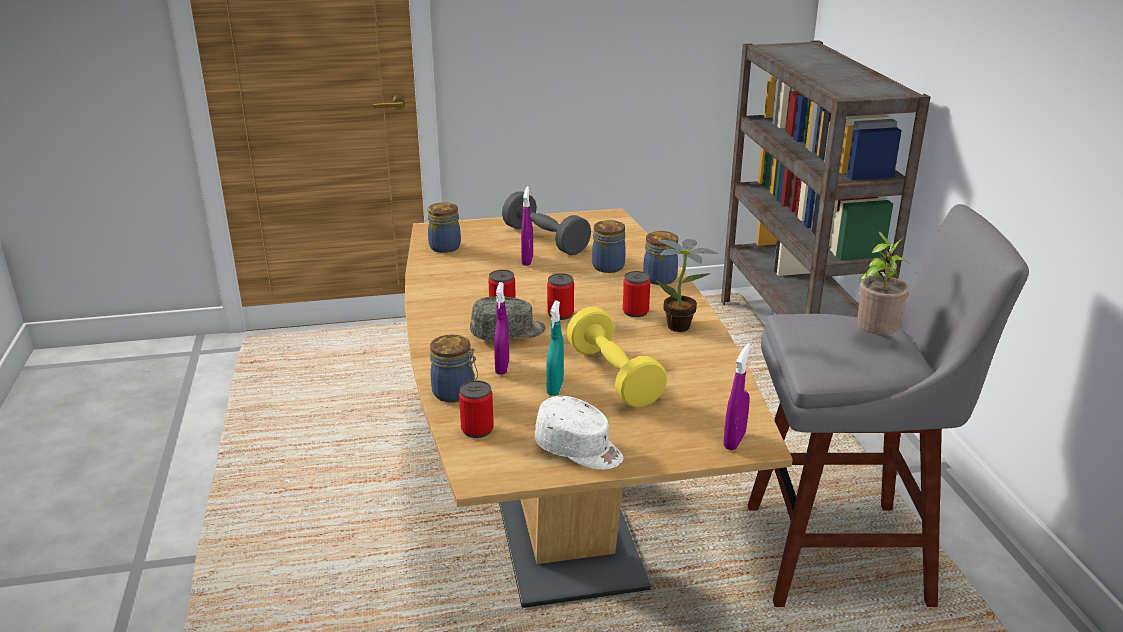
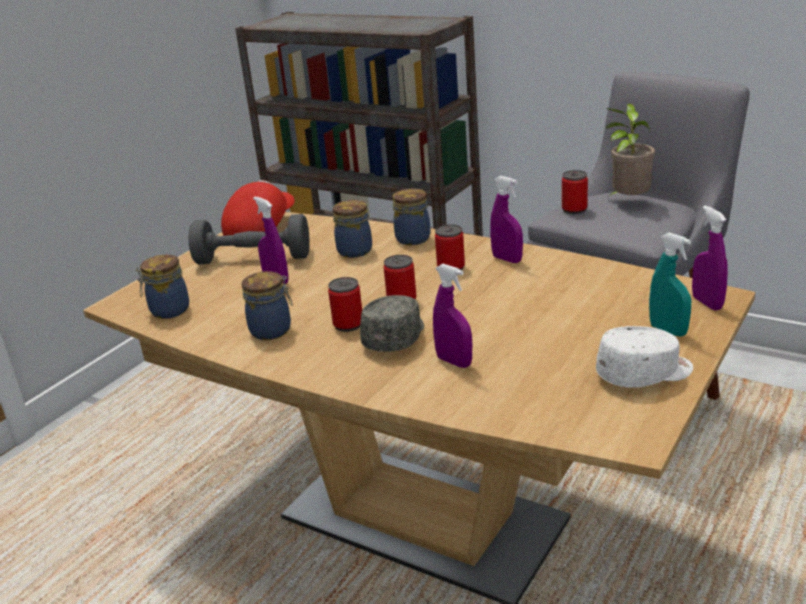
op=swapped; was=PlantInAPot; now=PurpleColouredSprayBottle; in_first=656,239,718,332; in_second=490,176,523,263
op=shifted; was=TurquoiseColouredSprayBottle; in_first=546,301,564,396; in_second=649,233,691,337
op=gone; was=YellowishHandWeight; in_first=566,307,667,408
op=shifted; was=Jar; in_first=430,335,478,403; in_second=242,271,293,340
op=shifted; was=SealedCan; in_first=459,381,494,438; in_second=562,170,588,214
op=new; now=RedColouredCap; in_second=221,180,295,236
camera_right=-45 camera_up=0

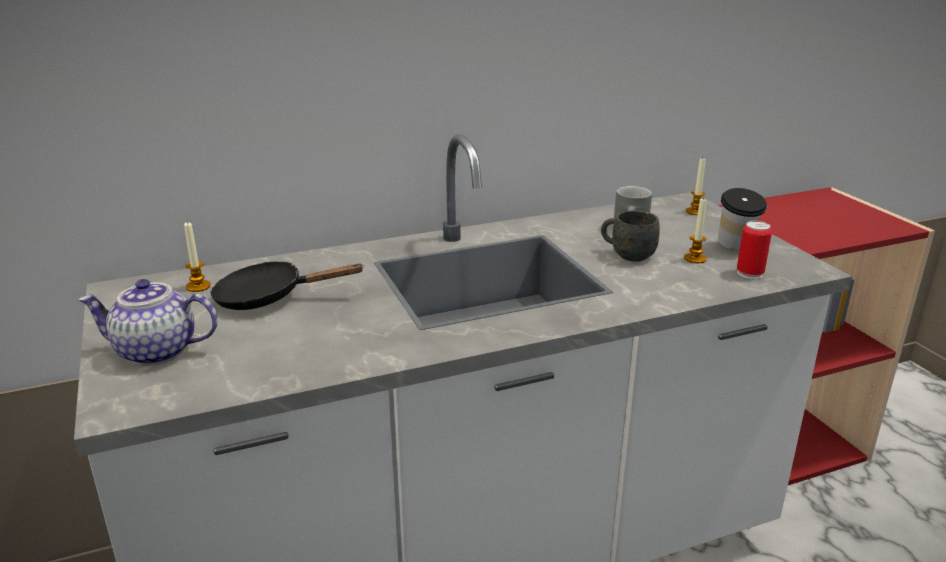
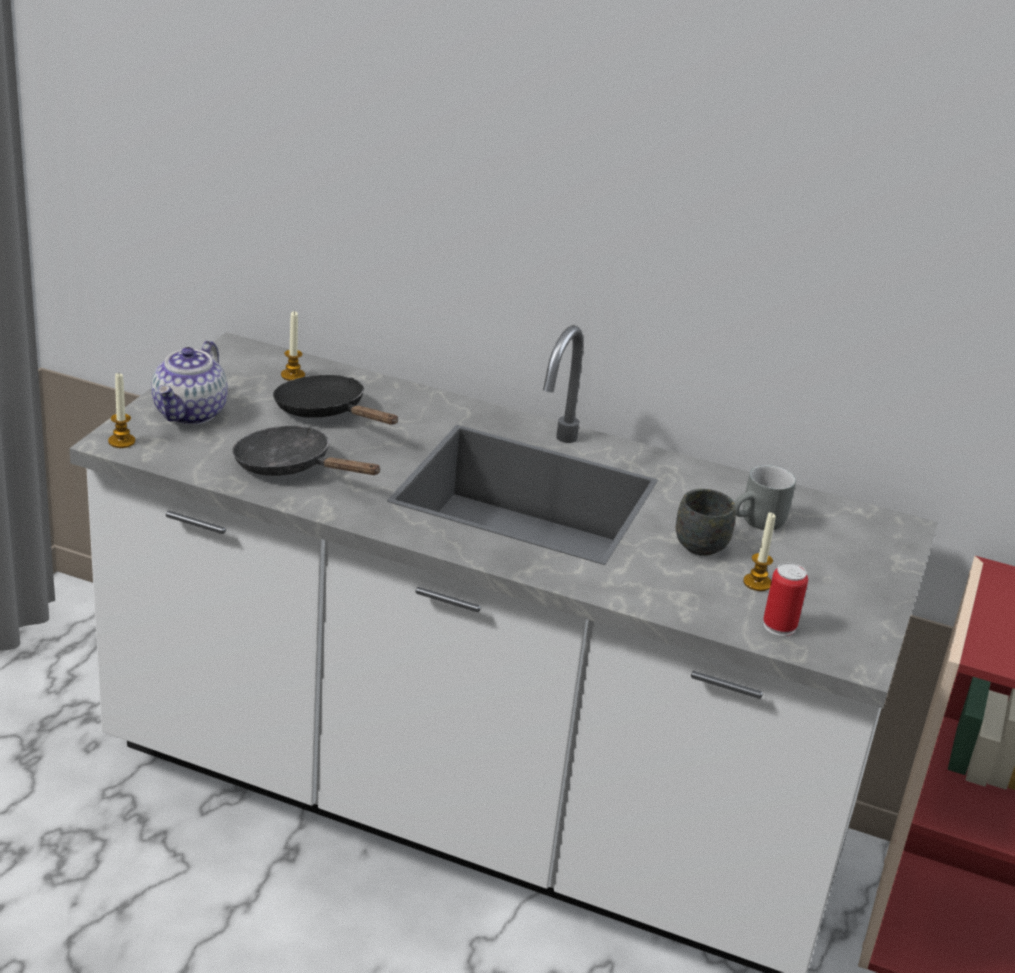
op=shifted; was=WaxLight; in_first=686,158,706,215; in_second=108,373,135,448
op=gone; was=SmallCup; in_first=718,188,767,249
op=rotated; was=TeaPot; in_first=78,279,218,366; in_second=151,340,228,425; clockwise=-120
op=new; now=BlackFryingPan; in_second=232,426,381,476
camera_right=40 camera_up=5

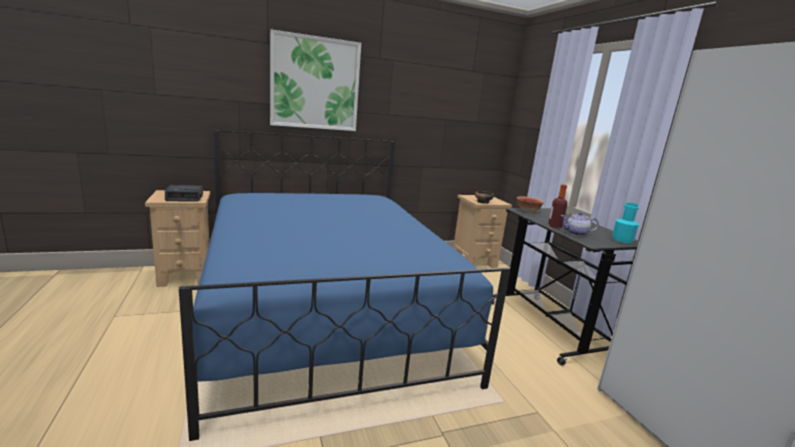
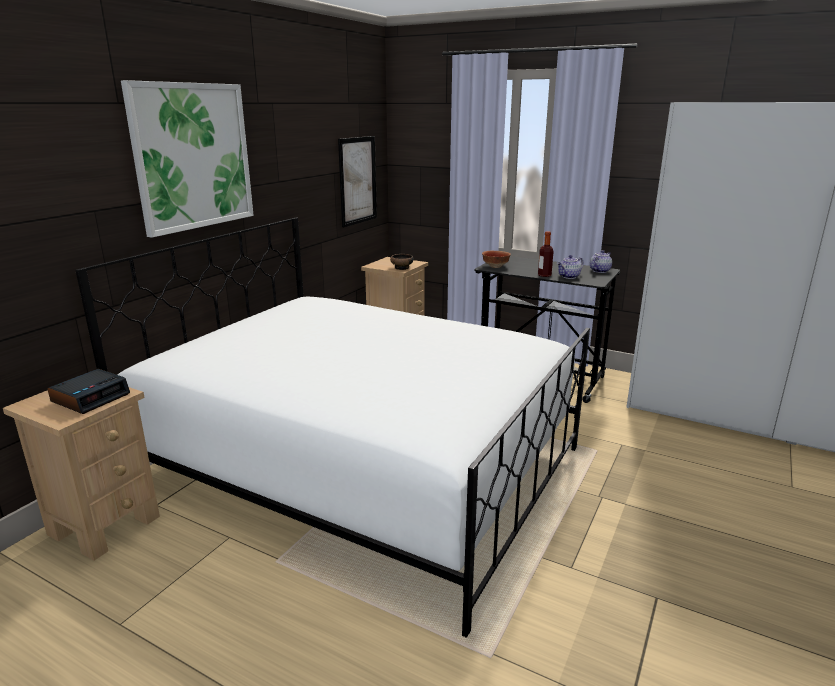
op=repainted; was=BluishSleepingBed; now=WhiteSleepingBed; in_first=179,130,510,441; in_second=75,218,590,638
op=swapped; was=TurquoiseColouredBeverageBottle; now=TeaPot; in_first=612,202,639,243; in_second=590,250,612,273
op=new; now=Picture; in_second=338,136,377,227
camera_right=-40 camera_up=5

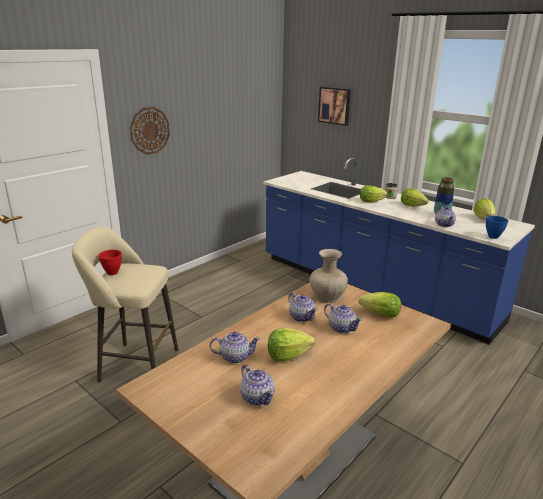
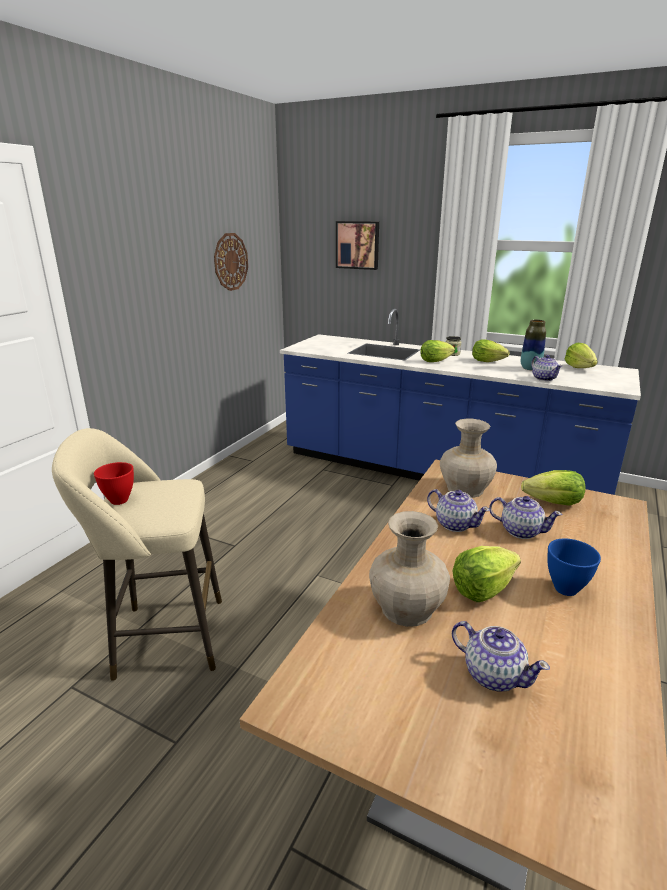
op=shifted; was=HangingClock; in_first=130,107,170,155; in_second=214,233,248,291
op=shifted; was=BluishBowl; in_first=486,216,508,239; in_second=547,538,601,596
op=swapped; was=TeaPot; now=BeigeVase; in_first=209,332,260,364; in_second=369,511,450,627
camera_right=-15 camera_up=0

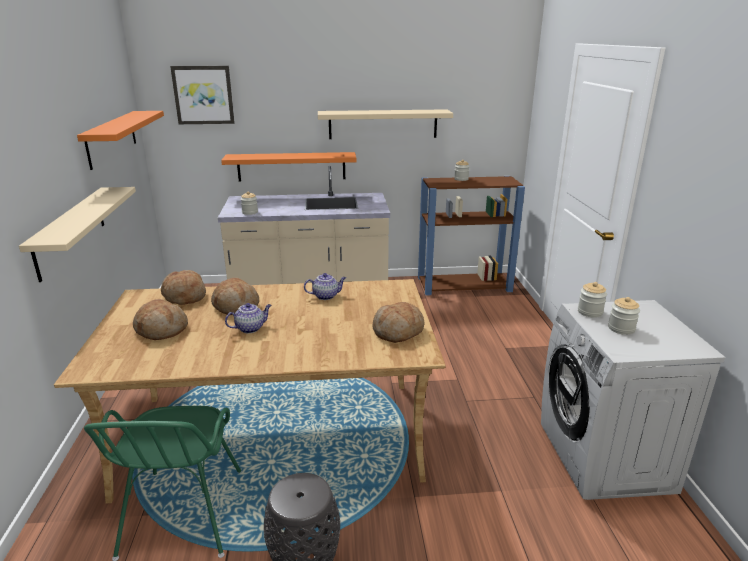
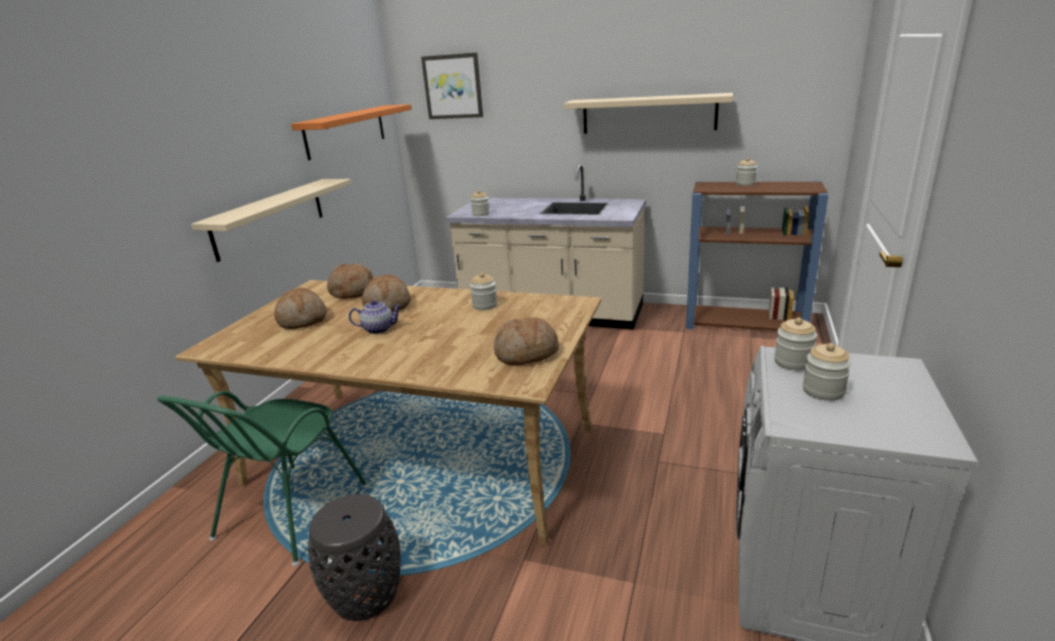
op=gone; was=OrangeShelf; in_first=221,152,357,181
op=swapped; was=TeaPot; now=Jar; in_first=304,273,346,300; in_second=470,273,498,310
camera_right=25 camera_up=0

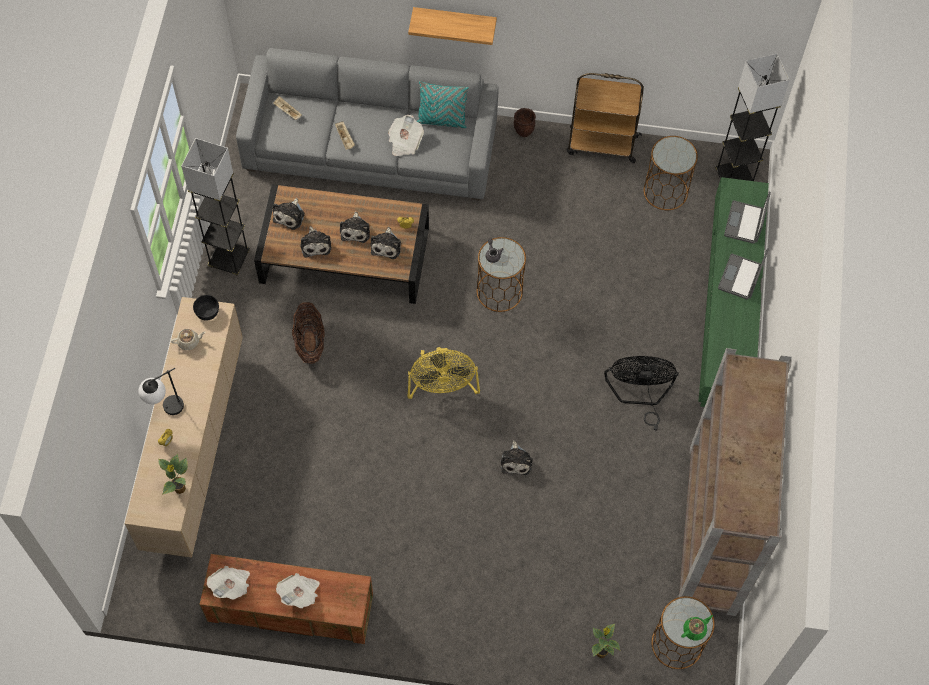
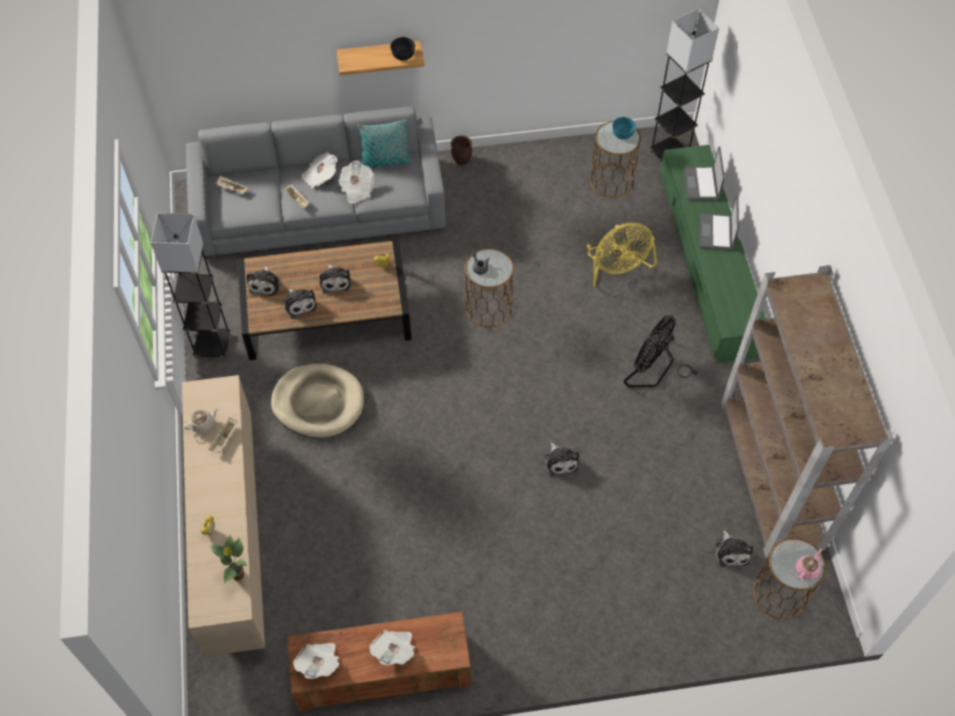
op=gone; was=BrownWheeledCart; in_first=567,73,644,163
op=shifted; was=CuddlyToy; in_first=370,227,401,259; in_second=716,530,753,567
op=shifted; was=BlackBowl; in_first=193,295,219,321; in_second=390,37,415,61
op=swapped; was=Basket; now=BeigePetBed; in_first=292,302,325,364; in_second=271,363,364,438
op=shifted; was=YellowishFan; in_first=407,347,480,399; in_second=587,223,657,287
op=rotated; was=BlackFan; in_first=604,356,679,431; in_second=624,316,698,388; clockwise=-45
op=gone; was=TableLamp; in_first=138,368,184,415
op=repainted; was=GreenColouredTeaPot; now=PinkTeaPot; in_first=681,615,713,640; in_second=796,549,822,580
op=gone; was=PlantInAPot; in_first=592,624,620,658
op=new; now=TurquoiseColouredBowl; in_second=612,117,636,139
op=new; now=DailyPaper; in_second=301,152,338,188
op=new; now=BeigeCarryingTray; in_second=209,418,238,453
camera_right=-15 camera_up=-5

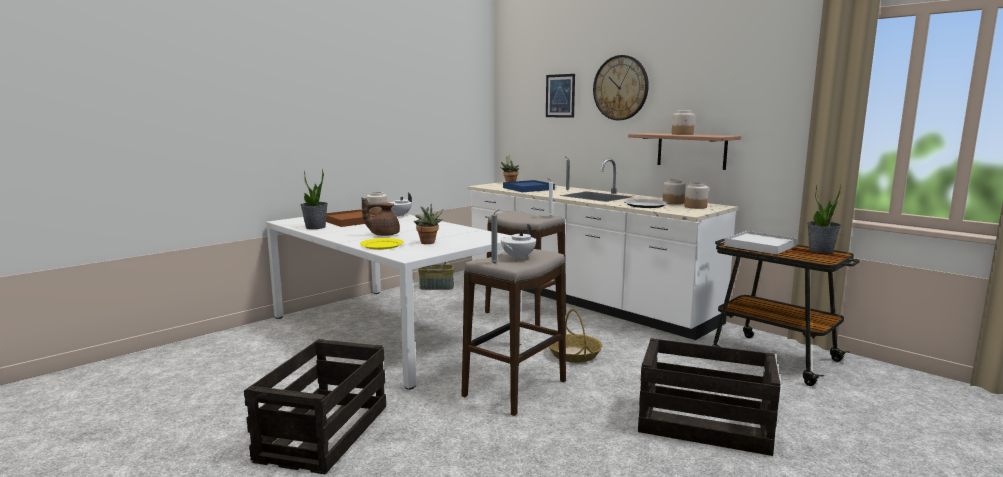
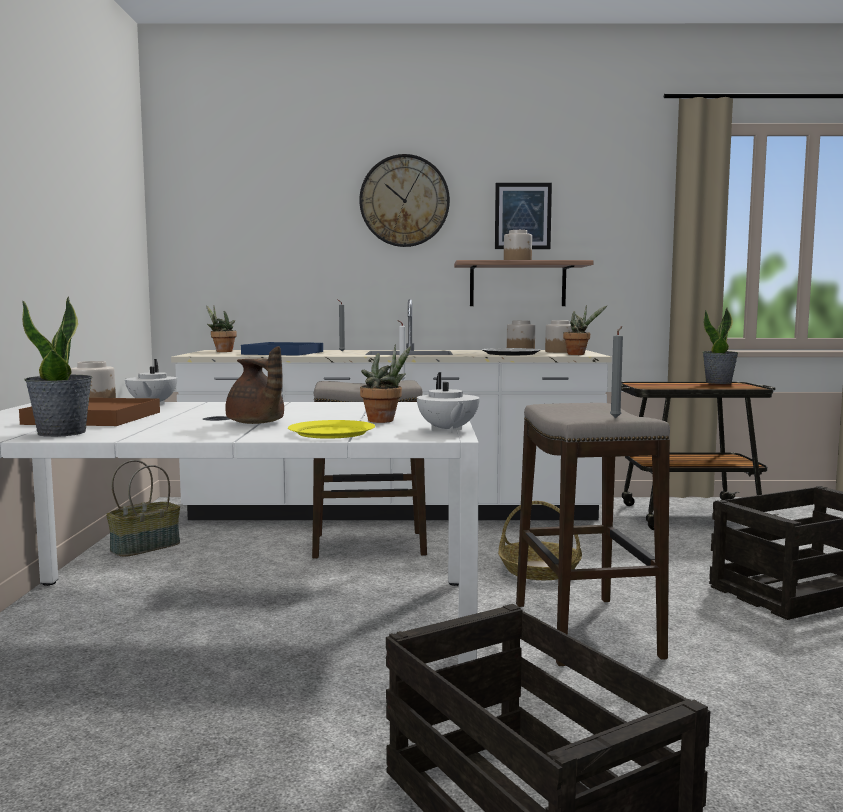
op=shifted; was=Picture; in_first=546,74,575,118; in_second=495,183,552,249
op=rotated; was=BrownTeaPot; in_first=362,197,400,236; in_second=225,346,284,424; clockwise=-75
op=shifted; was=WhiteTeaPot; in_first=501,224,536,260; in_second=417,372,480,433
op=gone; was=WhiteCarryingTray; in_first=724,231,798,255
op=new; now=PlantInAPot; in_second=563,305,607,355
camera_right=-45 camera_up=-5

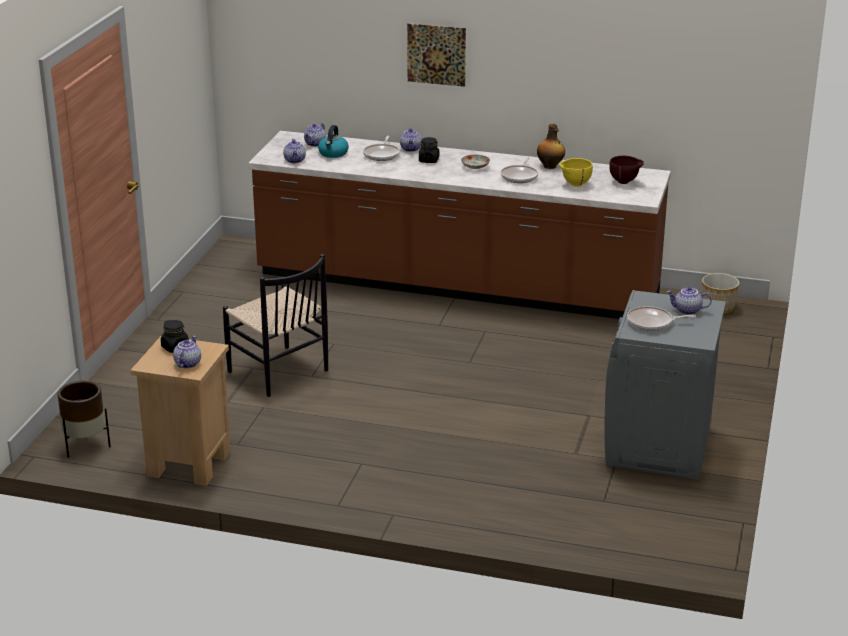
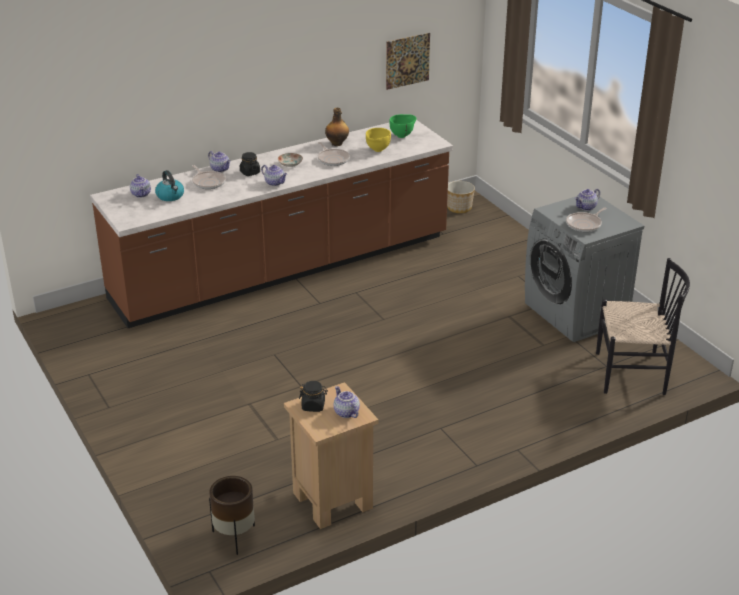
op=shifted; was=Picture; in_first=407,23,466,87; in_second=386,33,430,90
op=shifted; was=TeaPot; in_first=283,139,306,163; in_second=261,165,287,186
op=repainted; was=BrownBowl; now=GreenColouredBowl; in_first=609,156,644,184; in_second=389,114,417,138
op=shifted; was=BlackPlainChair; in_first=223,254,328,397; in_second=596,258,690,395
camera_right=-45 camera_up=5

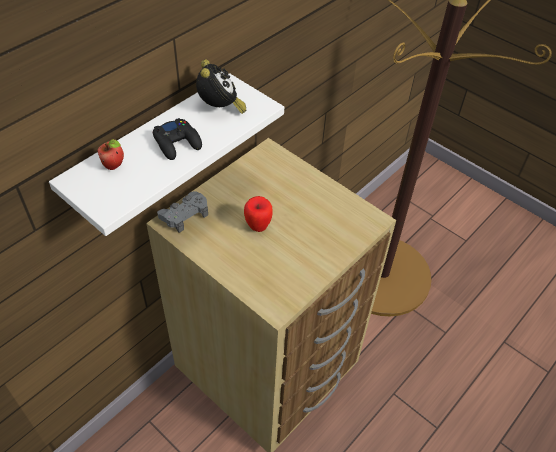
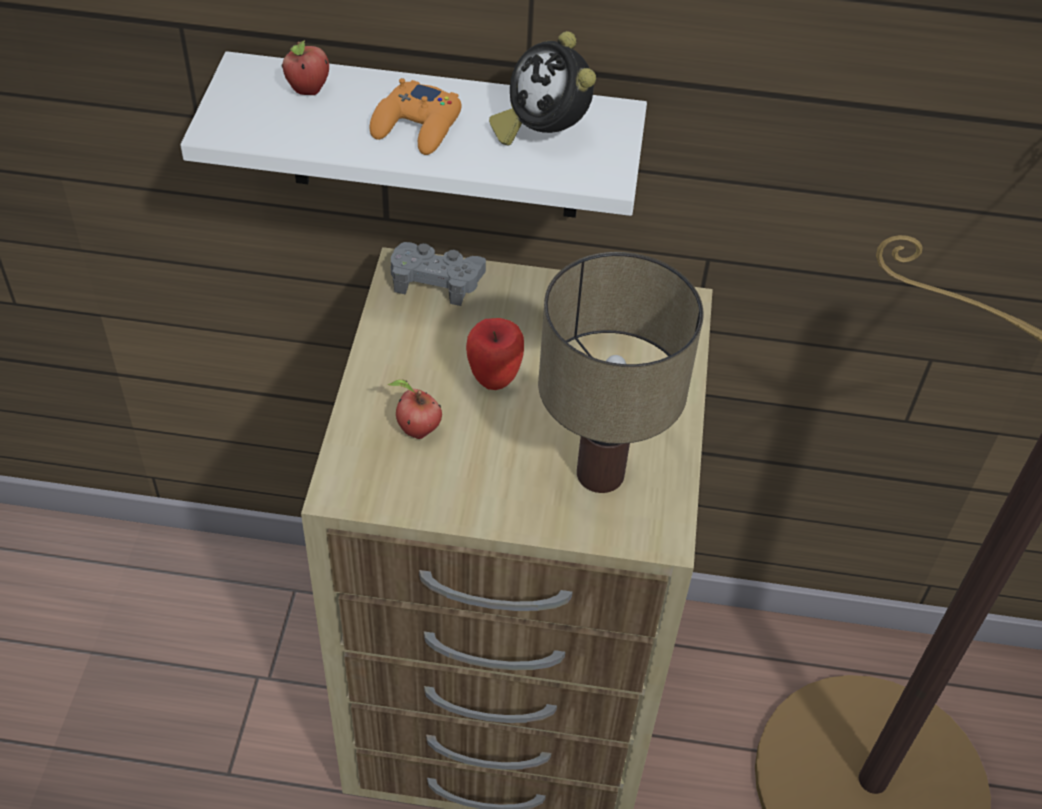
op=rotated; was=BedsideClock; in_first=196,59,246,114; in_second=489,31,596,145; clockwise=105
op=repainted; was=BlackJoypad; now=OrangeJoypad; in_first=153,118,202,160; in_second=370,78,461,155
op=new; now=TableLamp; in_second=538,252,704,493
op=new; now=WholeApple; in_second=388,379,442,439
camera_right=55 camera_up=0

